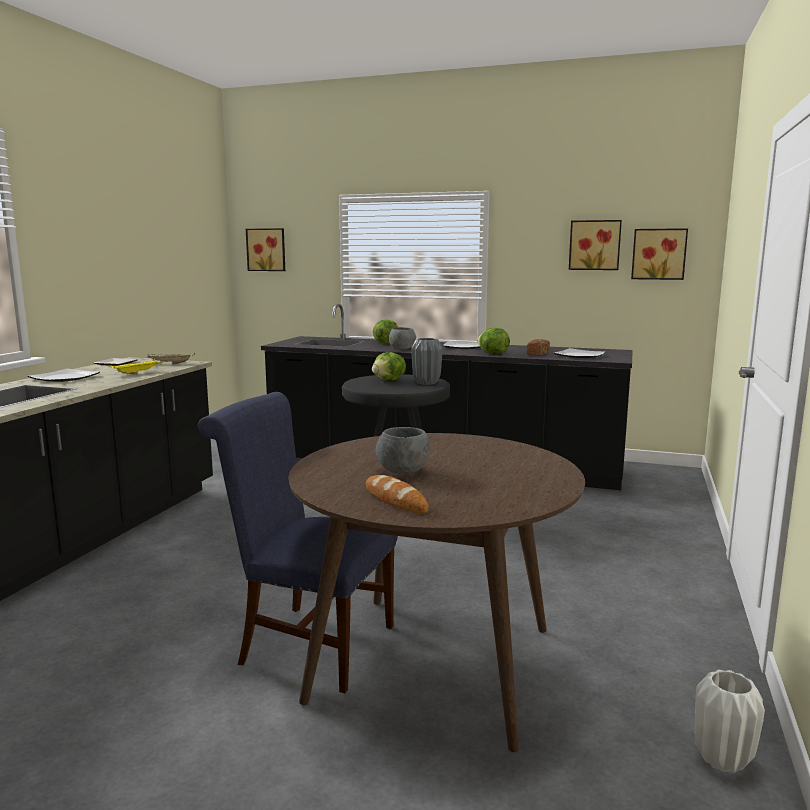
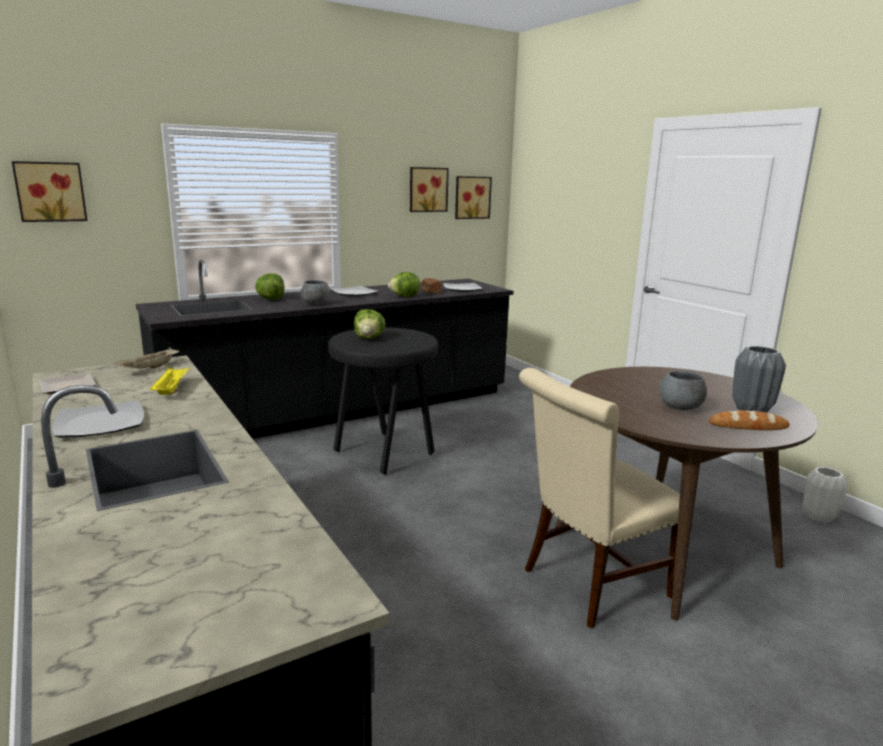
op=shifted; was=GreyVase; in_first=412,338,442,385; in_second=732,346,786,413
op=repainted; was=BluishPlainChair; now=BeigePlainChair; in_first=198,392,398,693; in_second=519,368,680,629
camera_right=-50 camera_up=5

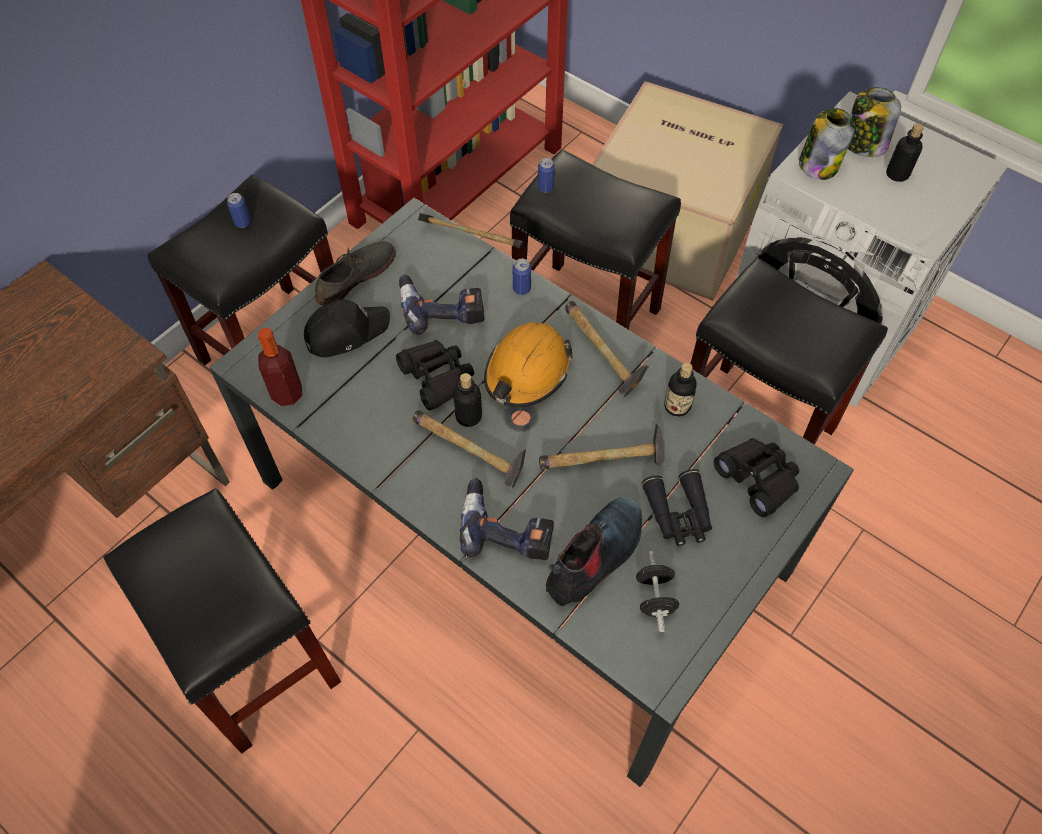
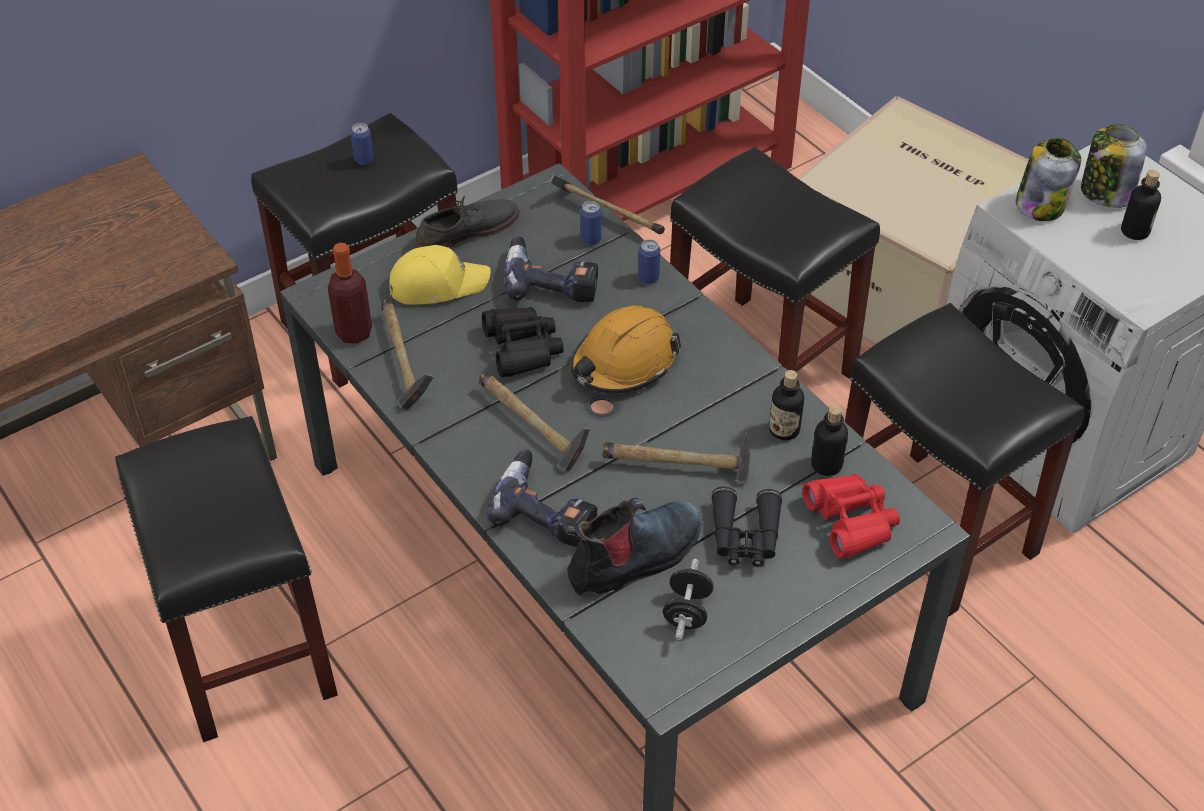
op=shifted; was=SealedCan; in_first=538,158,555,193; in_second=580,201,601,245
op=repainted; was=BlackCap; now=YellowishCap; in_first=304,300,390,357; in_second=389,245,491,305
op=shifted; was=ToolHammer; in_first=565,301,649,397; in_second=381,298,434,410
op=shifted; was=BeverageBottle; in_first=453,373,482,427; in_second=811,405,848,476
op=repainted; was=BlackPairOfBinoculars; now=RedColouredPairOfBinoculars; in_first=714,438,799,517; in_second=802,474,900,558
camera_right=15 camera_up=-10

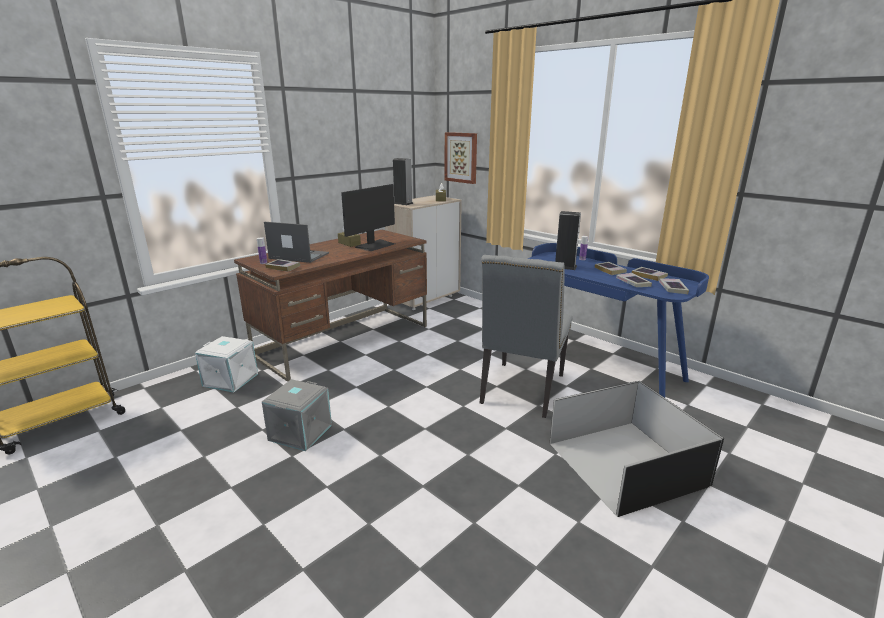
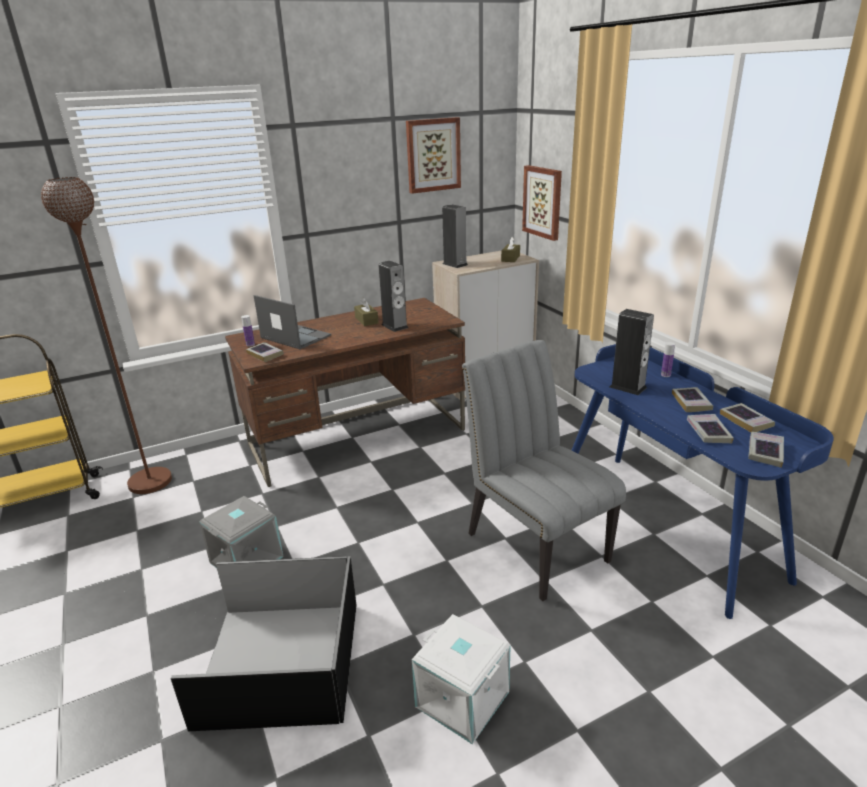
op=swapped; was=Monitor; now=Loudspeaker; in_first=341,184,395,251; in_second=378,261,408,332
op=rotated; was=GreyPlainChair; in_first=480,255,573,418; in_second=462,340,626,601; clockwise=105
op=shifted; was=WhiteStorageBox; in_first=195,336,258,393; in_second=412,614,511,744
op=shifted; was=BlackStorageBox; in_first=550,381,724,517; in_second=171,556,357,731
op=new; now=Picture; in_second=406,117,461,194
op=new; now=BrownFloorLamp; in_second=41,177,172,494
camera_right=20 camera_up=5

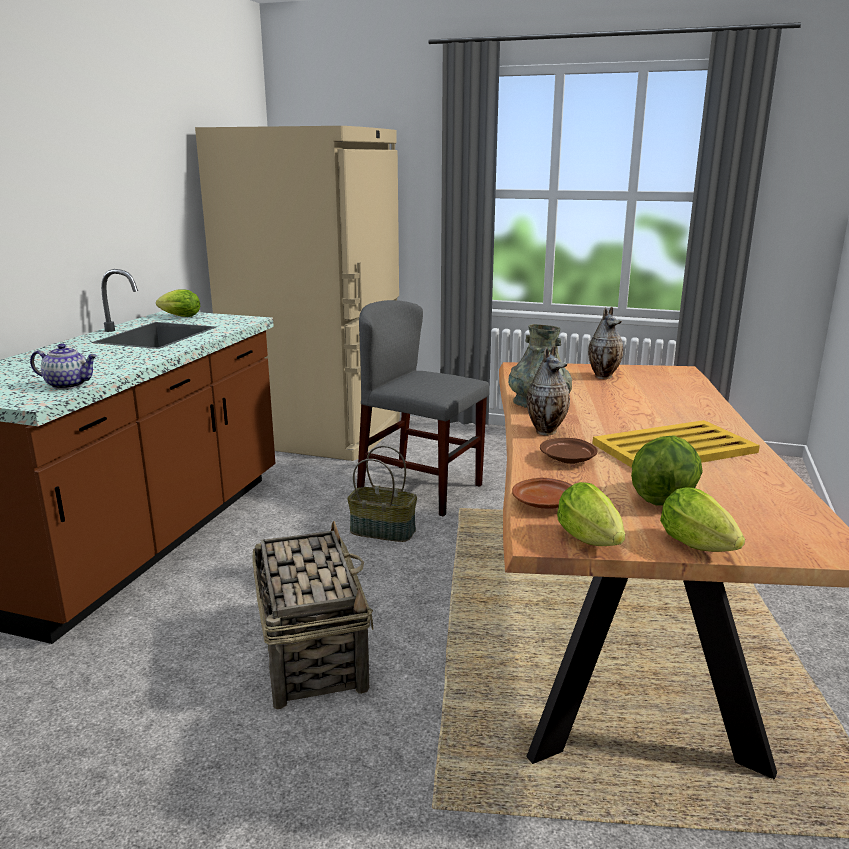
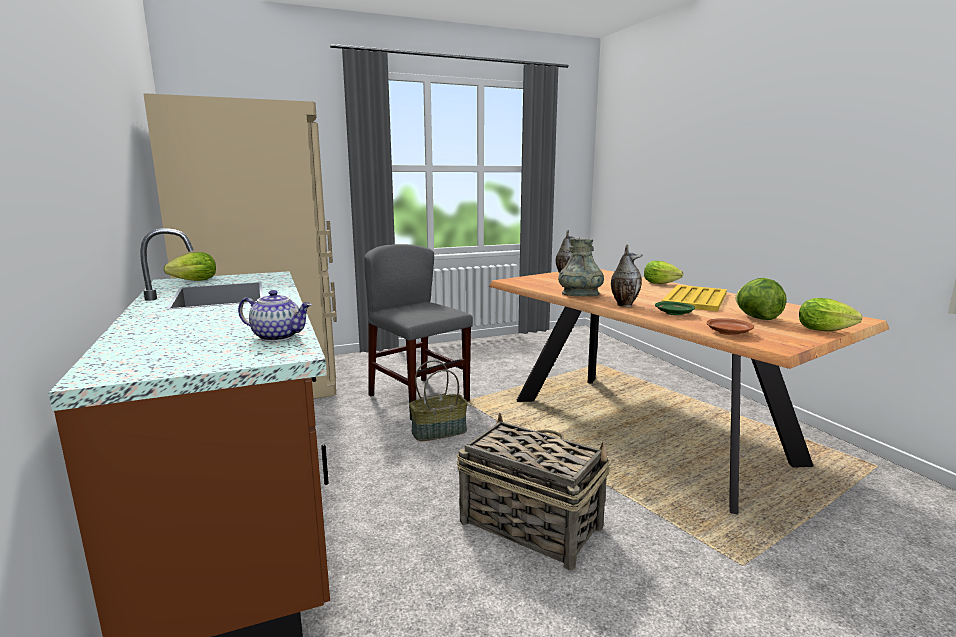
op=rotated; was=GreyPlainChair; in_first=357,300,489,517; in_second=364,244,473,421; clockwise=60
op=rotated; was=TeaPot; in_first=30,344,97,389; in_second=238,290,312,342; clockwise=45
op=repainted; was=BrownFlatDish; now=GreenColouredFlatDish; in_first=540,438,598,464; in_second=655,301,695,315
op=shifted; was=Lettuce; in_first=557,482,625,546; in_second=644,261,683,284
camera_right=-40 camera_up=-5

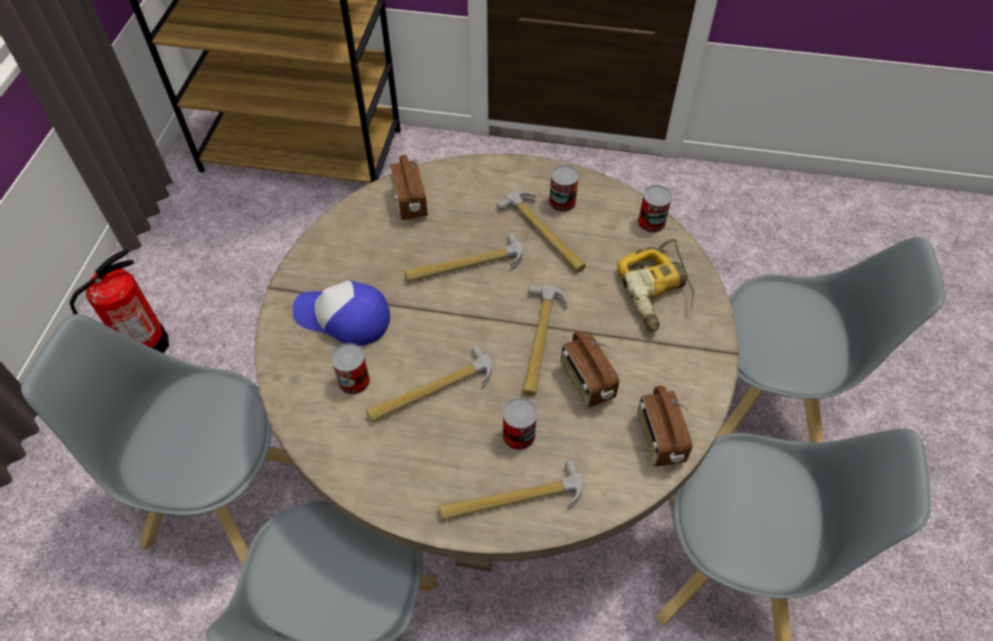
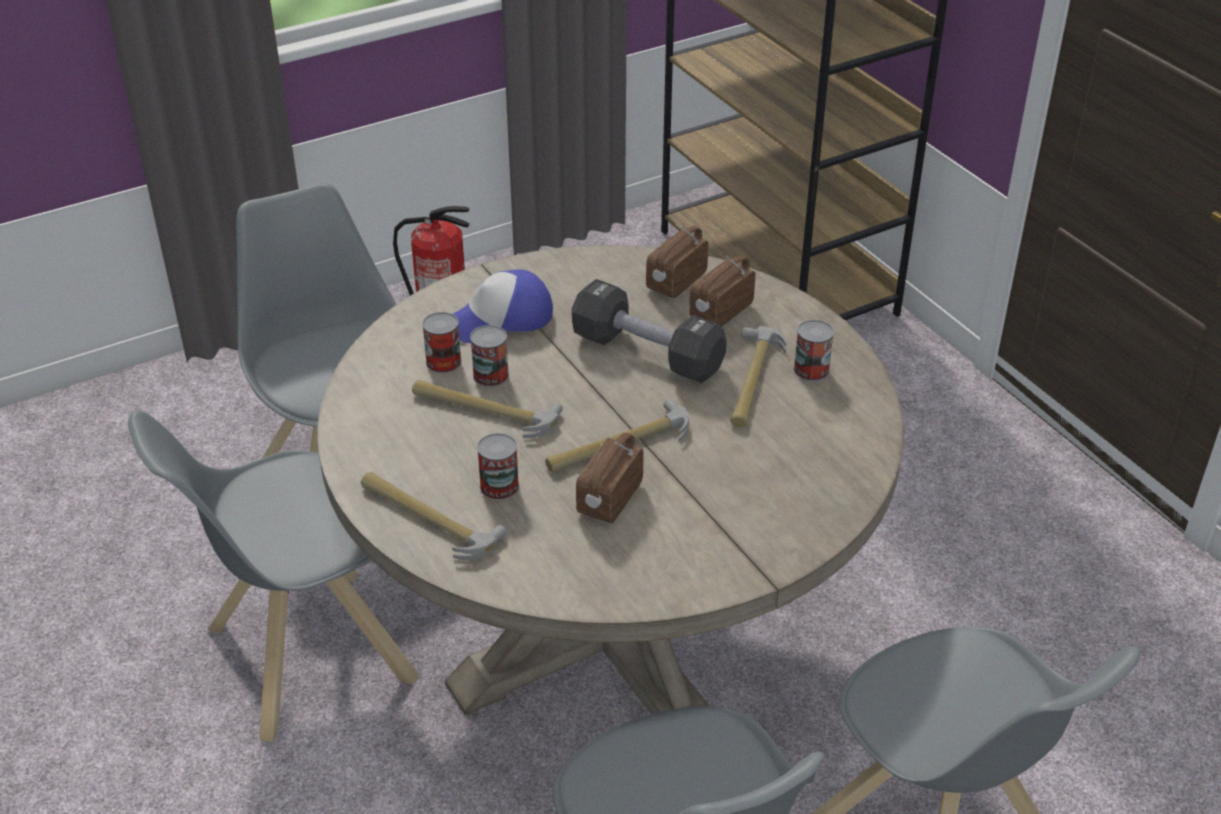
op=shifted; was=SealedCan; in_first=638,185,672,233; in_second=470,325,509,387
op=swapped; was=ToolHammer; now=BlackHandWeight; in_first=405,234,523,282; in_second=572,279,727,383
op=gone; was=ElectricDrill; in_first=618,239,694,331
op=rotated; was=Cap; in_first=293,280,390,346; in_second=453,269,553,343; clockwise=-90
op=shifted; was=Radio; in_first=637,385,692,467; in_second=689,256,756,327
camera_right=50 camera_up=-15

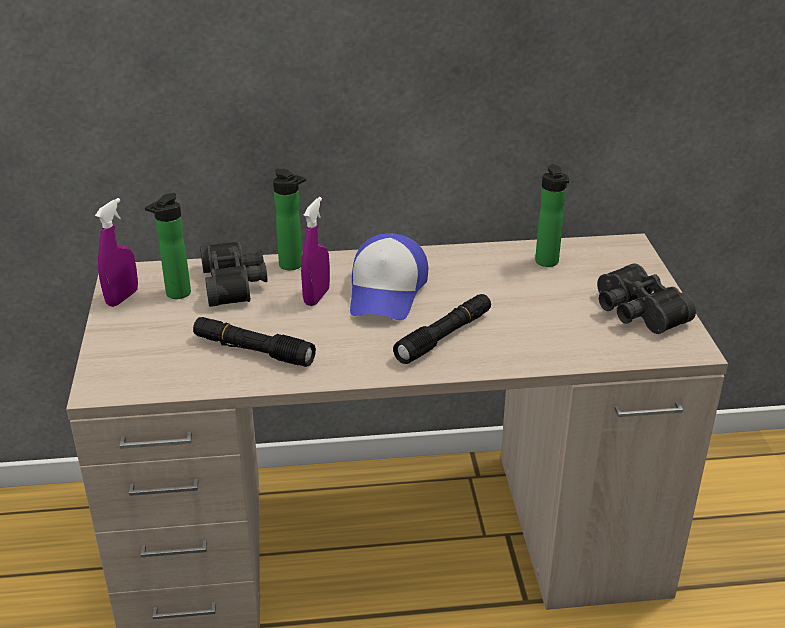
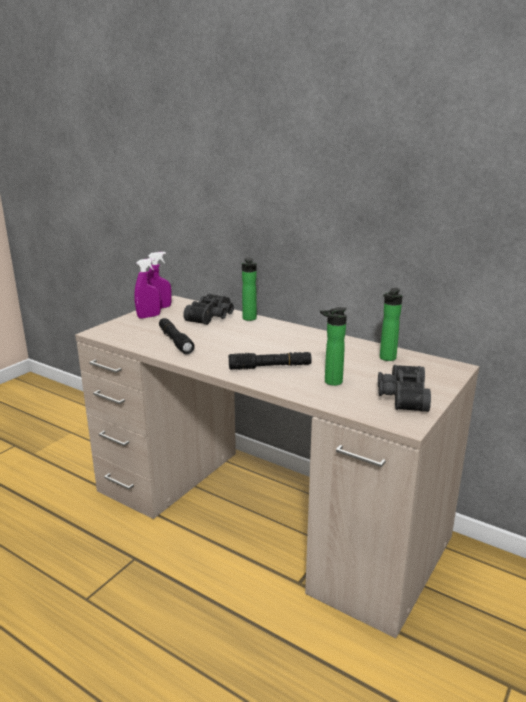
op=shifted; was=BeverageBottle; in_first=145,193,191,299; in_second=320,307,347,386
op=shifted; was=PurpleColouredSprayBottle; in_first=301,197,330,306; in_second=134,258,161,319
op=gone; was=Cap; in_first=350,233,428,320
camera_right=40 camera_up=-10

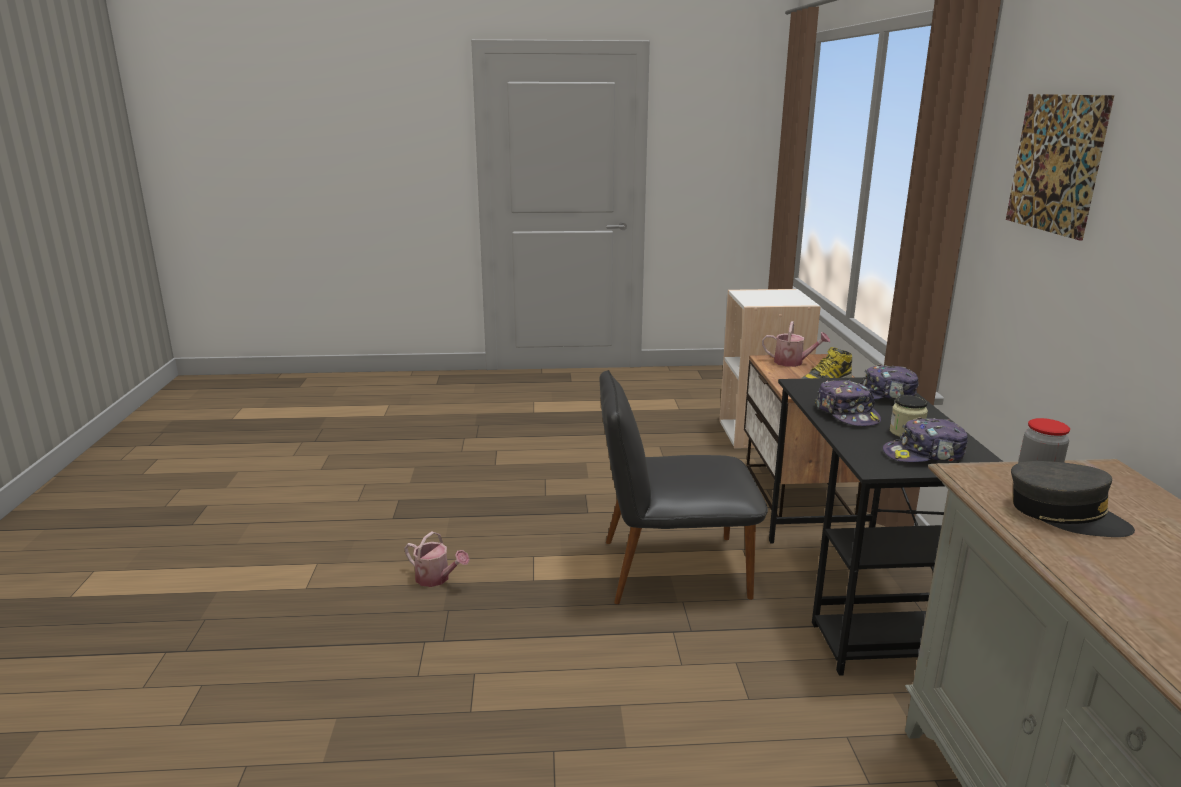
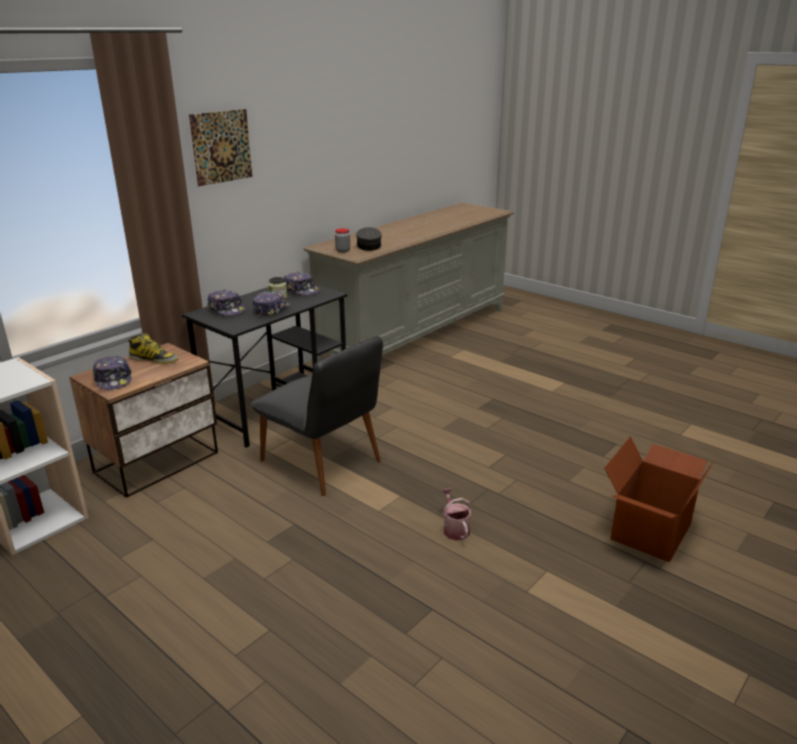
op=swapped; was=WateringPot; now=Cap; in_first=762,321,830,367; in_second=93,356,132,390
op=new; now=CardboardBox; in_second=604,436,715,563
camera_right=-135 camera_up=5

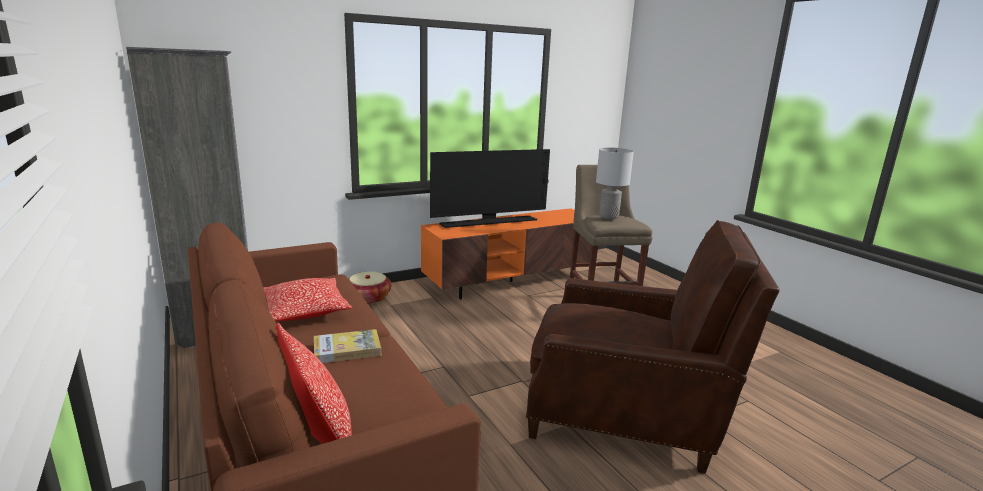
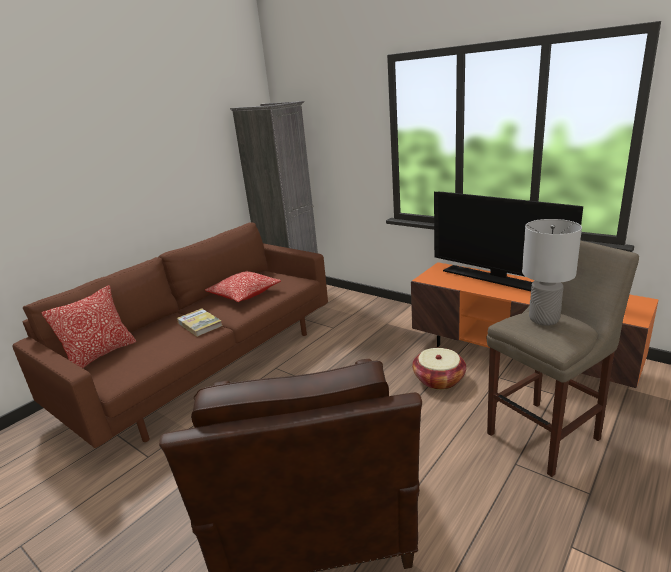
op=shifted; was=Basket; in_first=349,271,391,304; in_second=412,348,466,390
camera_right=70 camera_up=5

